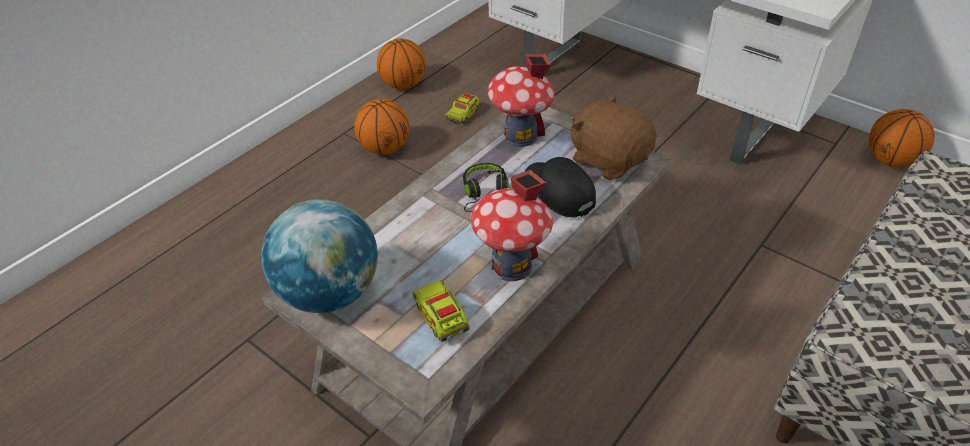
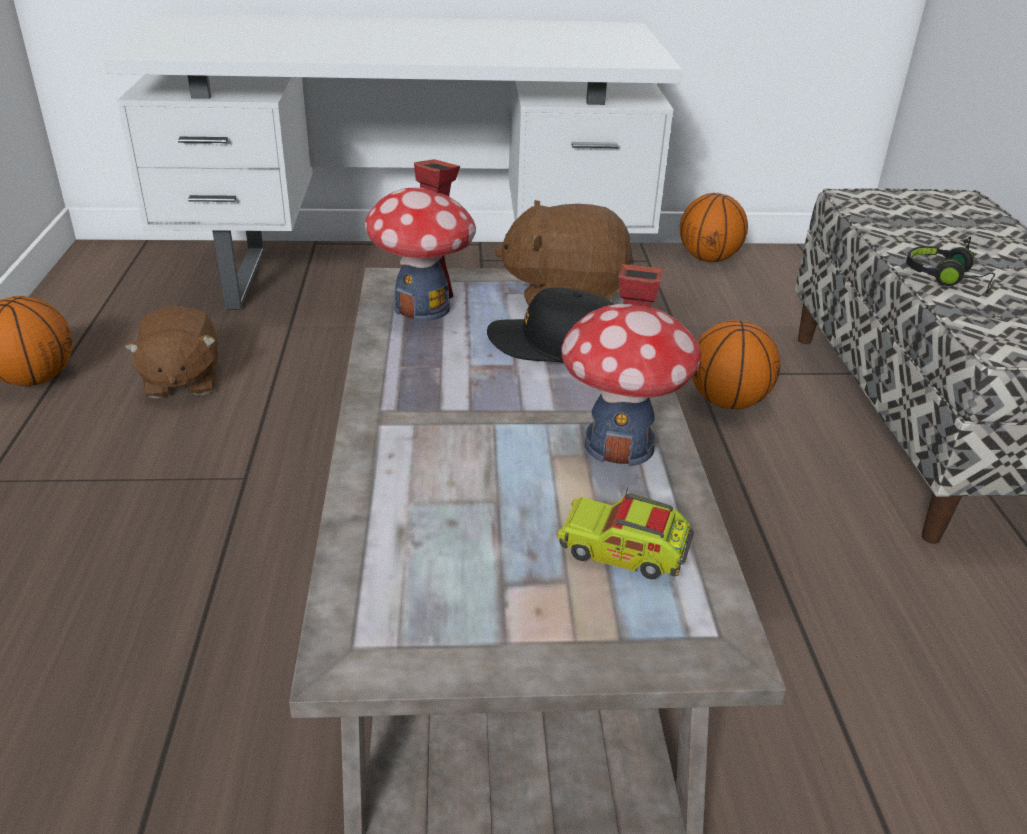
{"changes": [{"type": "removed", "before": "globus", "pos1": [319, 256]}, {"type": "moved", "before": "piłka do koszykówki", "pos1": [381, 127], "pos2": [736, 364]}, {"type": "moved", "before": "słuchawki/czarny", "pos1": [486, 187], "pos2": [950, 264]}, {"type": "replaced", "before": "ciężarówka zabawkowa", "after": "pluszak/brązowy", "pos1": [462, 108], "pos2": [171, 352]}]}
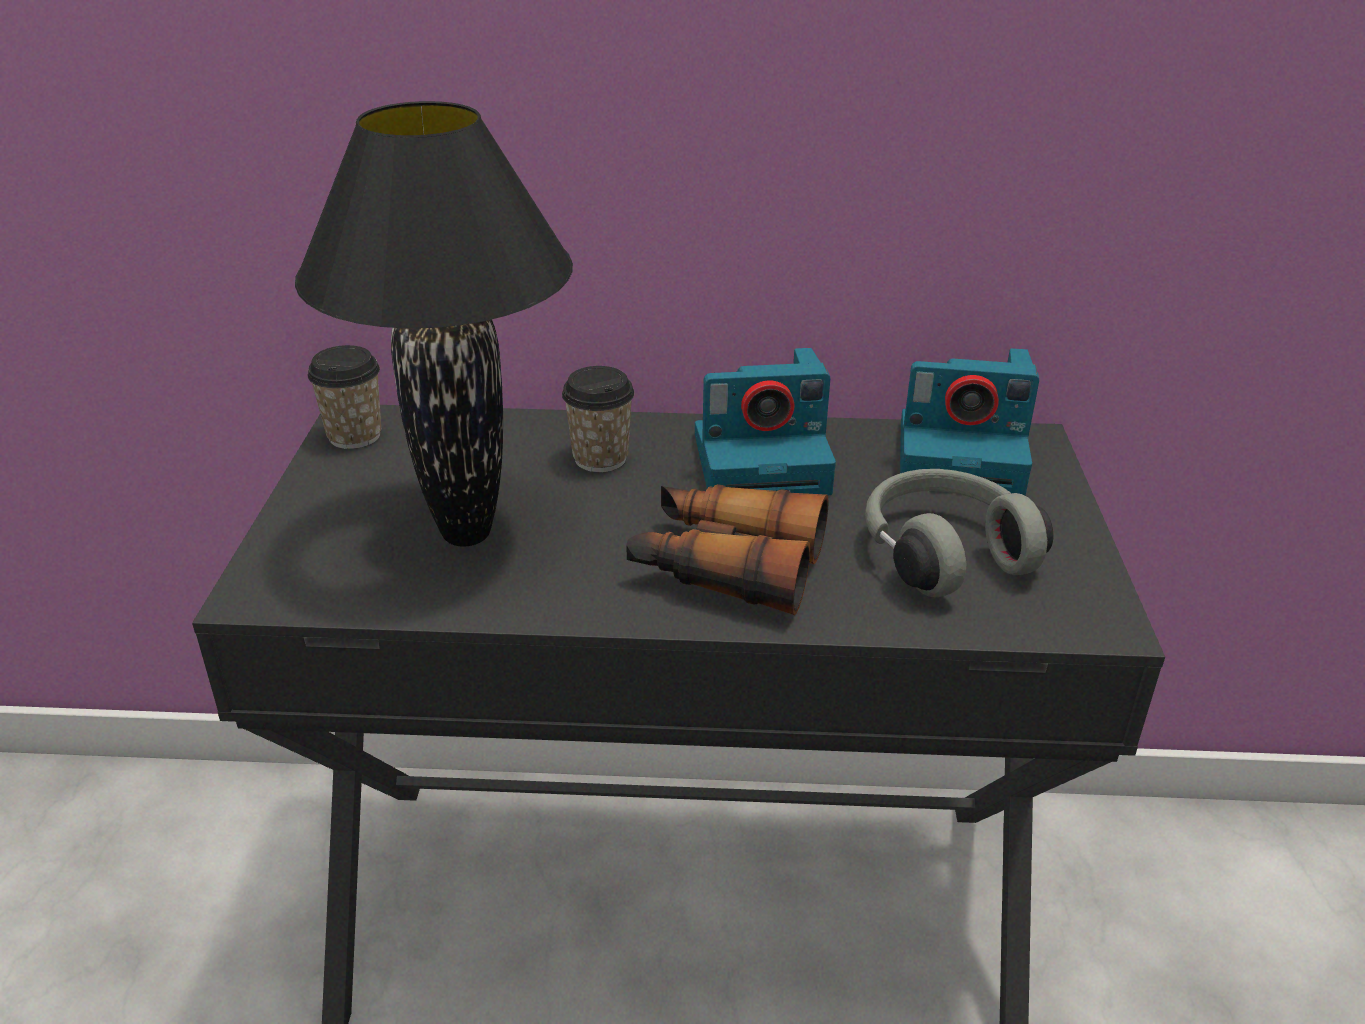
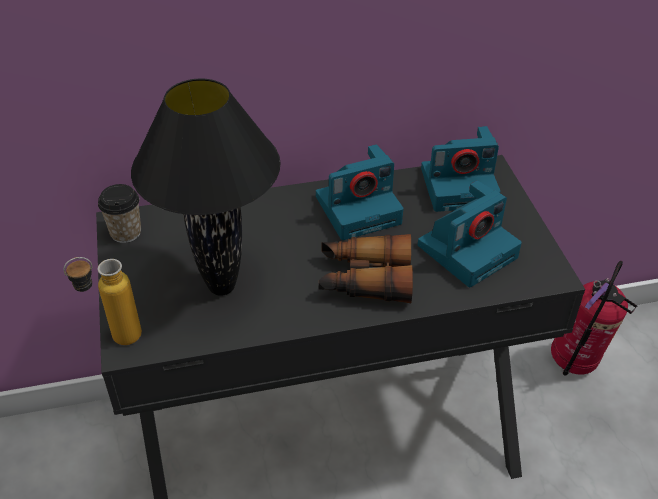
{"changes": [{"type": "removed", "before": "filiżanka", "pos1": [598, 419]}, {"type": "added", "after": "butelka", "pos2": [102, 301]}, {"type": "added", "after": "gaśnica", "pos2": [594, 318]}, {"type": "replaced", "before": "słuchawki/szary", "after": "aparat fotograficzny", "pos1": [959, 533], "pos2": [470, 234]}]}
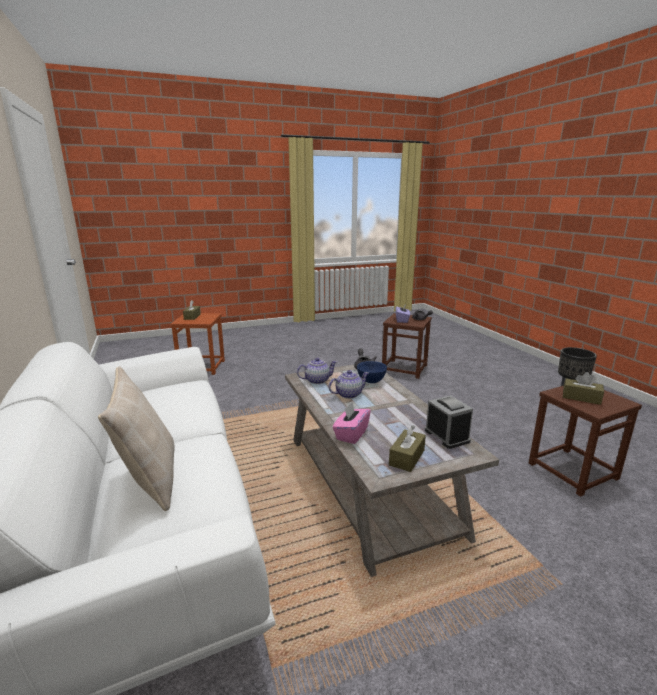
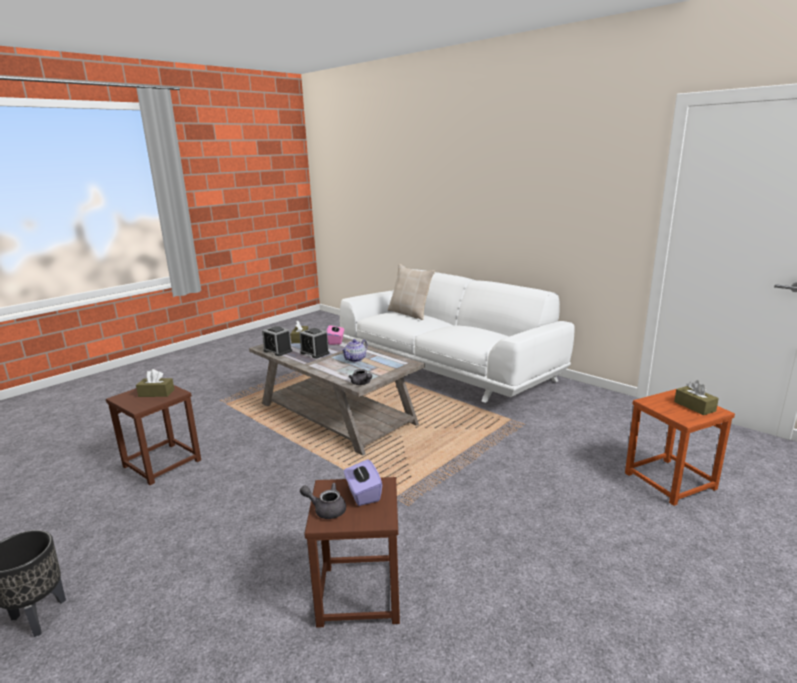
{"changes": [{"type": "removed", "before": "imbryk", "pos1": [317, 371]}, {"type": "removed", "before": "miska/niebieski", "pos1": [372, 372]}, {"type": "added", "after": "budzik", "pos2": [314, 343]}]}
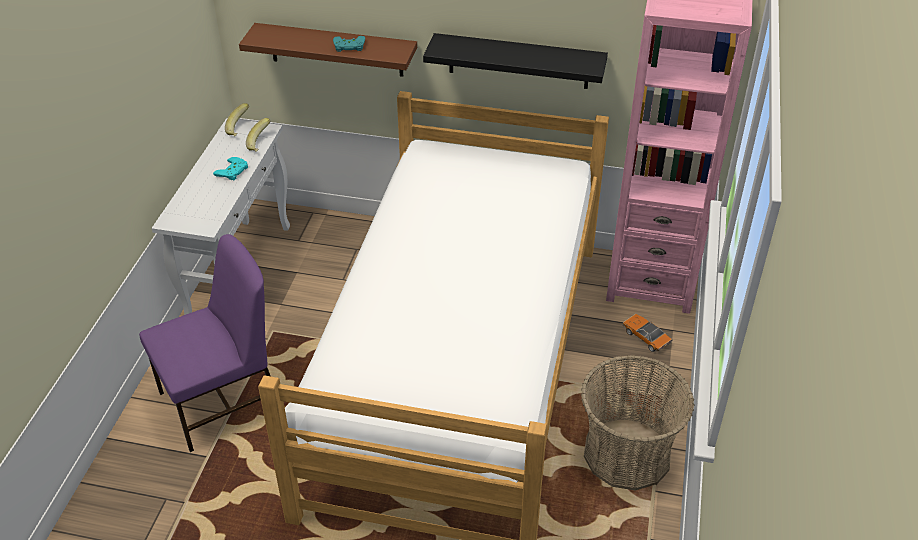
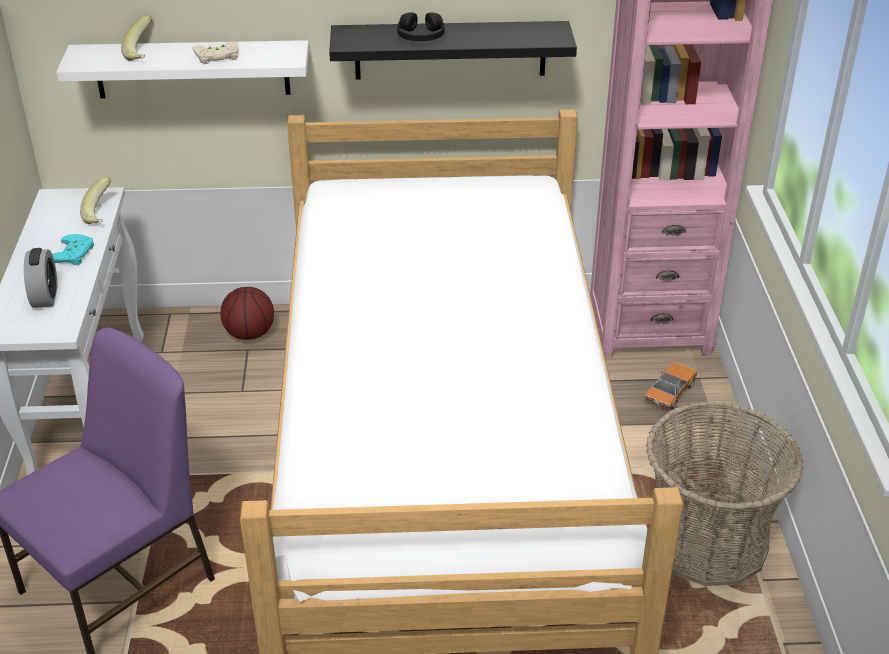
{"changes": [{"type": "added", "after": "budzik", "pos2": [41, 278]}, {"type": "added", "after": "piłka do koszykówki", "pos2": [247, 313]}, {"type": "added", "after": "słuchawki/czarny", "pos2": [420, 26]}, {"type": "moved", "before": "banan", "pos1": [237, 119], "pos2": [137, 38]}, {"type": "recoloured", "before": "półka/brązowy", "after": "półka/biały", "pos1": [328, 50], "pos2": [182, 69]}, {"type": "recoloured", "before": "pad do gier/turkusowy", "after": "pad do gier/beżowy", "pos1": [349, 44], "pos2": [215, 52]}, {"type": "turned", "before": "samochodzik", "pos1": [647, 333], "pos2": [670, 386], "turn": 90}]}
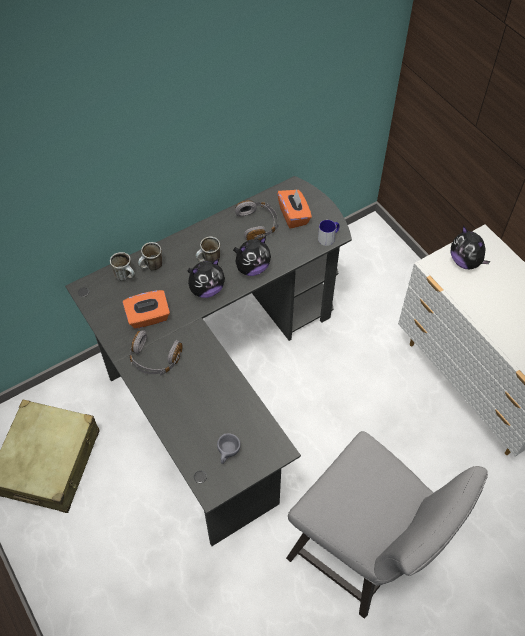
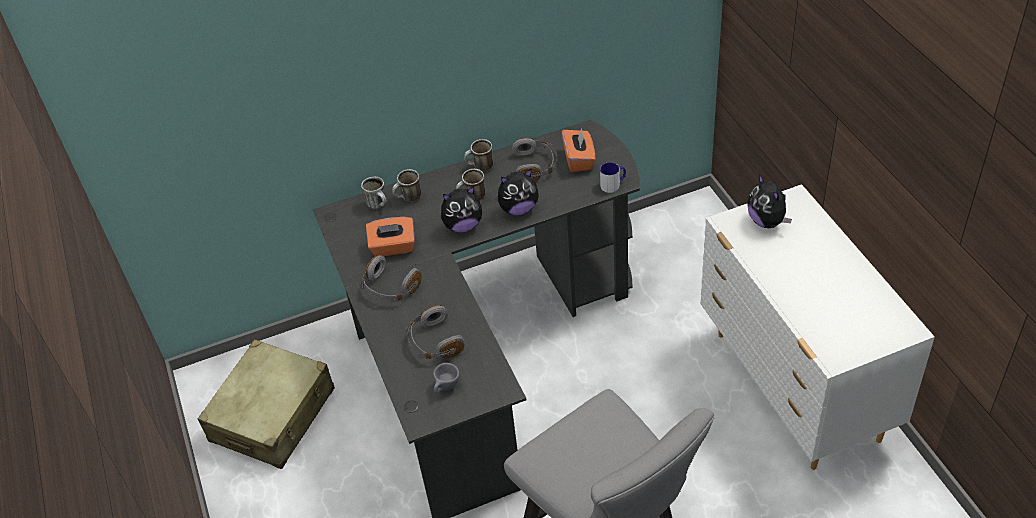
{"changes": [{"type": "added", "after": "słuchawki/szary", "pos2": [435, 332]}, {"type": "added", "after": "kubek", "pos2": [478, 155]}]}
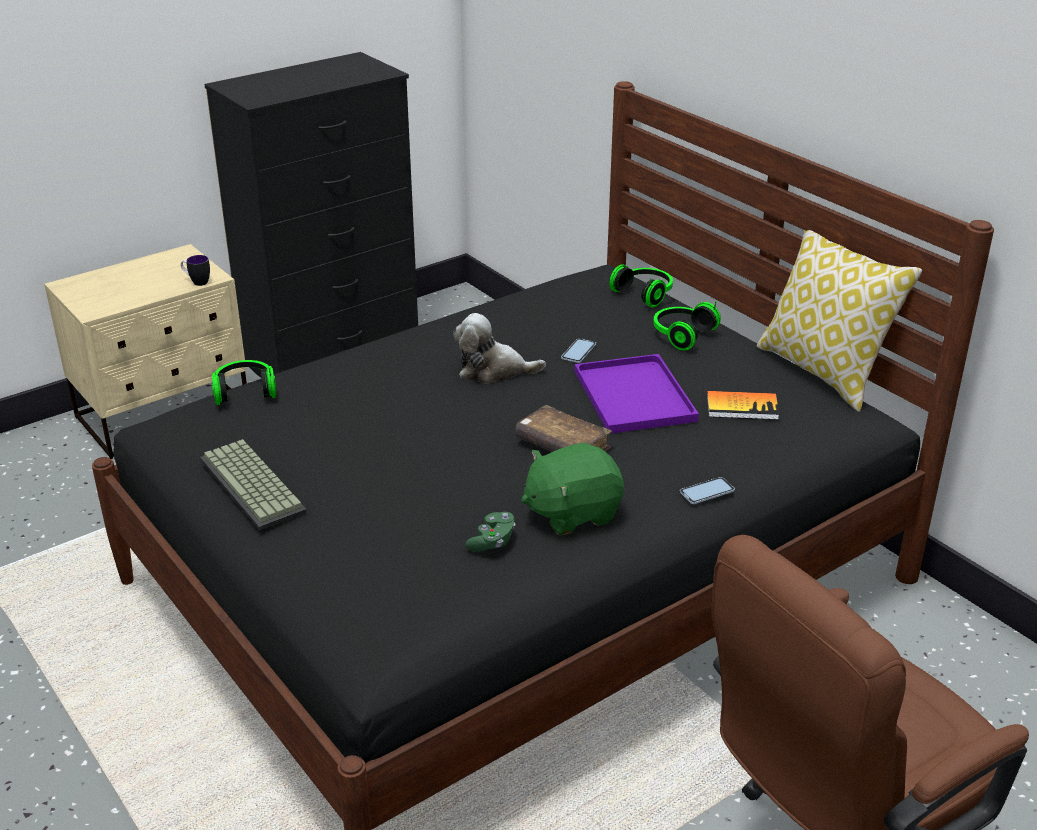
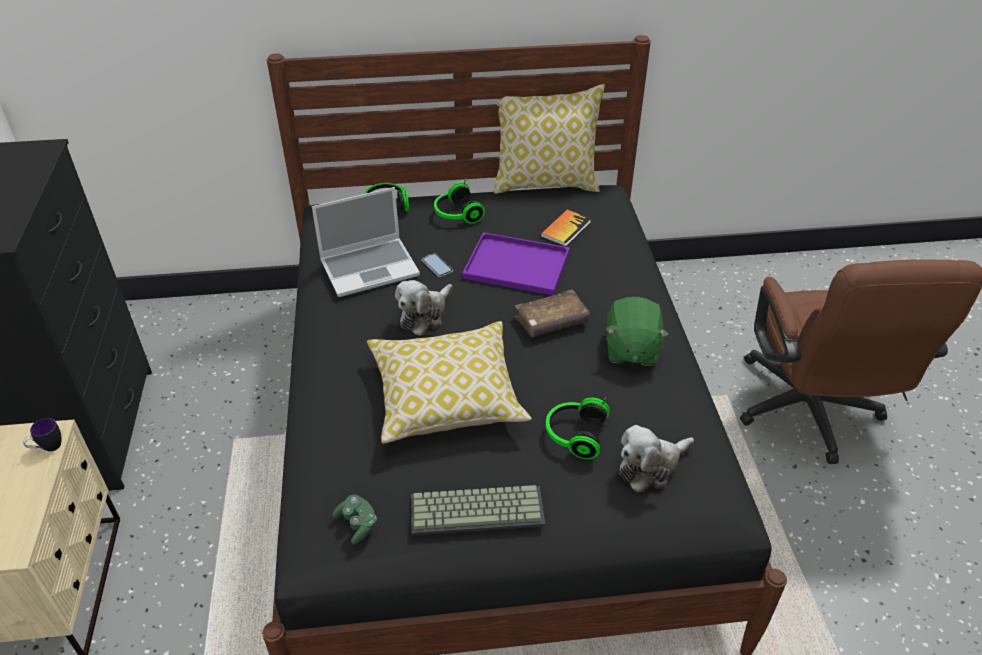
{"changes": [{"type": "removed", "before": "telefon", "pos1": [707, 490]}, {"type": "added", "after": "laptop", "pos2": [366, 242]}, {"type": "added", "after": "poduszka", "pos2": [449, 382]}, {"type": "added", "after": "pluszak", "pos2": [656, 458]}, {"type": "moved", "before": "słuchawki", "pos1": [244, 382], "pos2": [578, 428]}, {"type": "moved", "before": "pad do gier/zielony", "pos1": [490, 532], "pos2": [354, 519]}]}
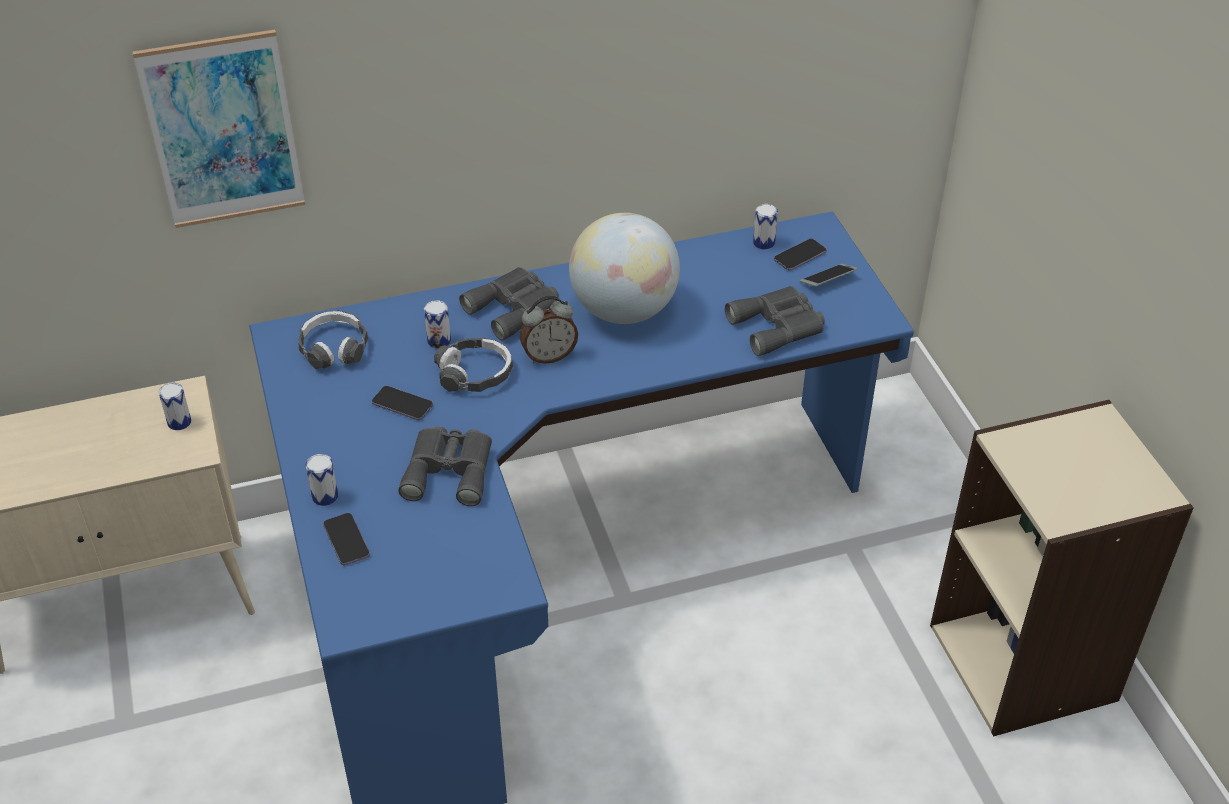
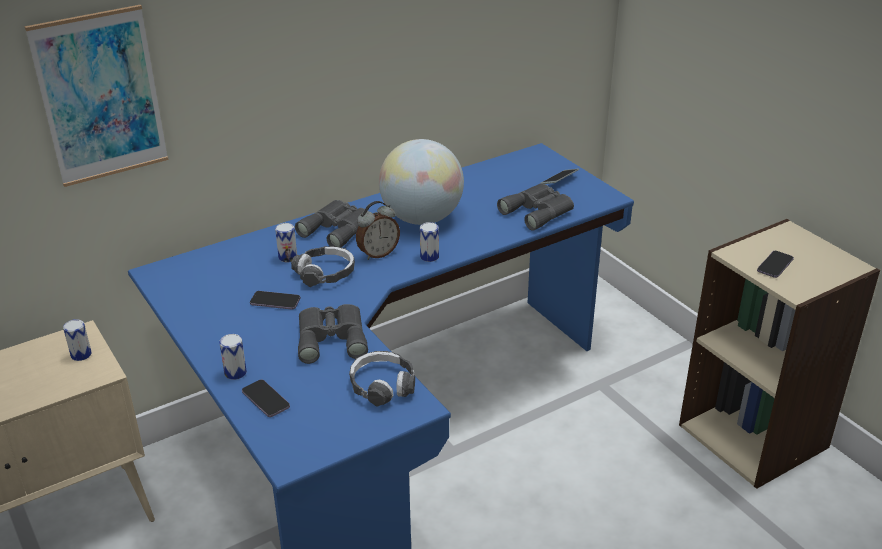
{"changes": [{"type": "moved", "before": "słuchawki", "pos1": [333, 340], "pos2": [382, 379]}, {"type": "moved", "before": "puszka", "pos1": [765, 227], "pos2": [429, 242]}, {"type": "moved", "before": "telefon", "pos1": [800, 254], "pos2": [775, 264]}]}
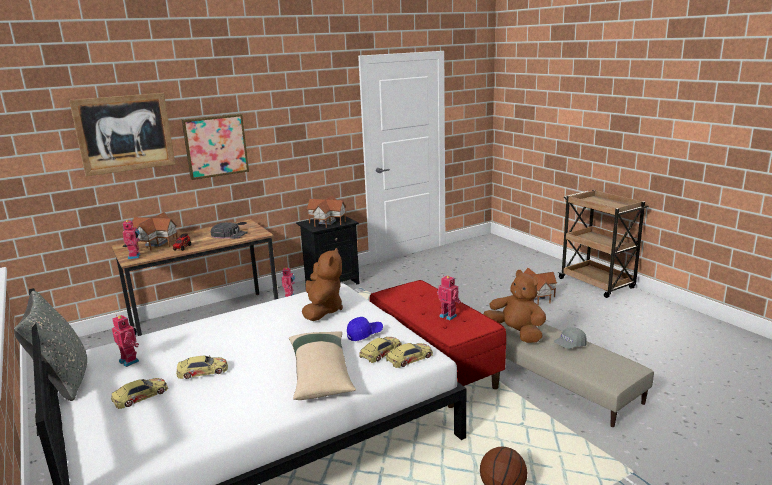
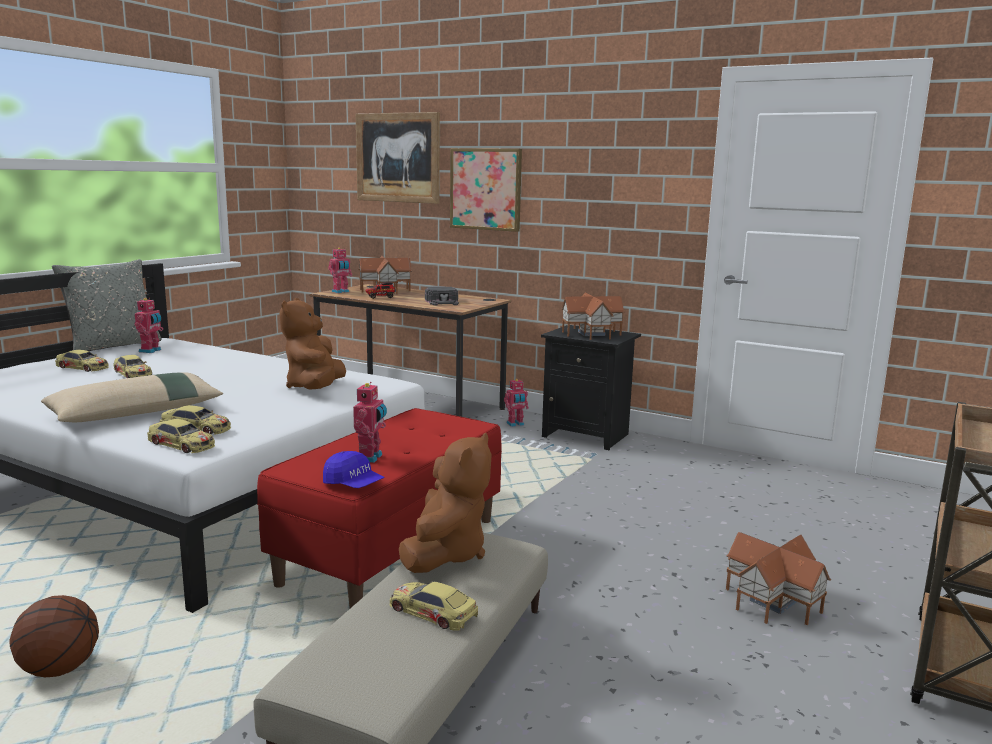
{"changes": [{"type": "moved", "before": "czapka z daszkiem/niebieski", "pos1": [365, 329], "pos2": [354, 469]}, {"type": "replaced", "before": "czapka z daszkiem/szary", "after": "samochodzik", "pos1": [570, 338], "pos2": [434, 606]}, {"type": "turned", "before": "pluszak/brązowy", "pos1": [322, 284], "pos2": [312, 344], "turn": 120}]}
